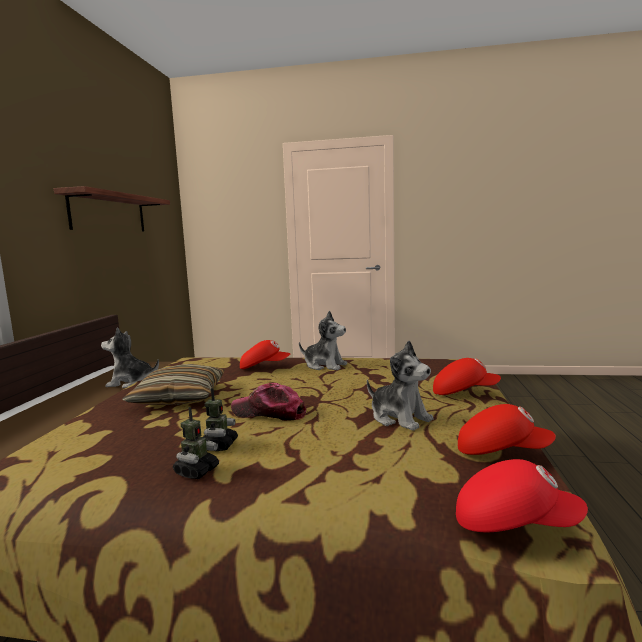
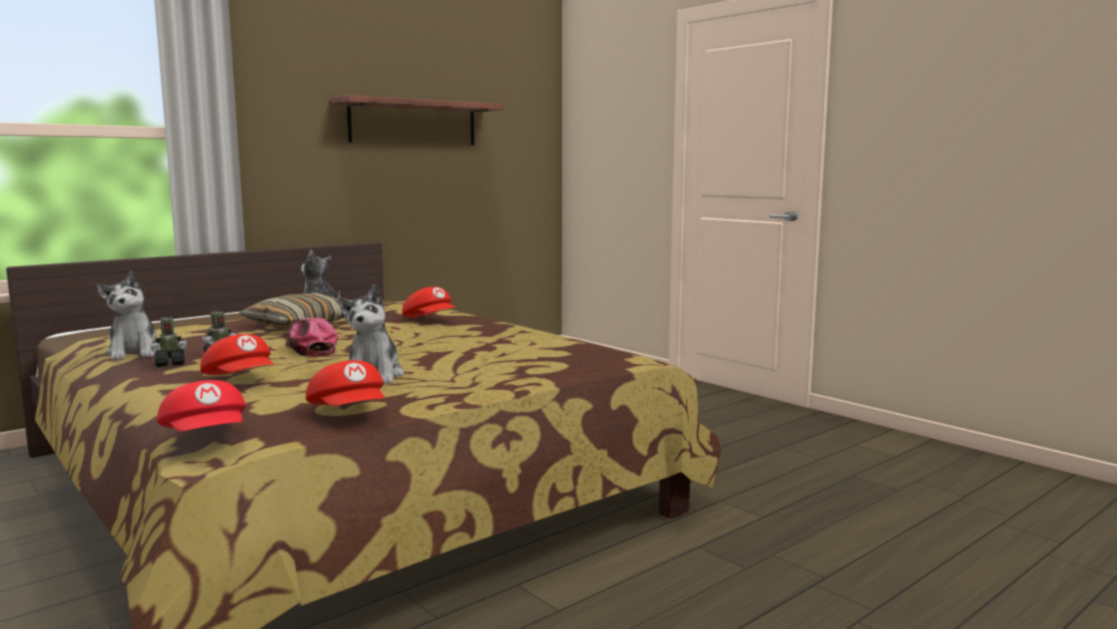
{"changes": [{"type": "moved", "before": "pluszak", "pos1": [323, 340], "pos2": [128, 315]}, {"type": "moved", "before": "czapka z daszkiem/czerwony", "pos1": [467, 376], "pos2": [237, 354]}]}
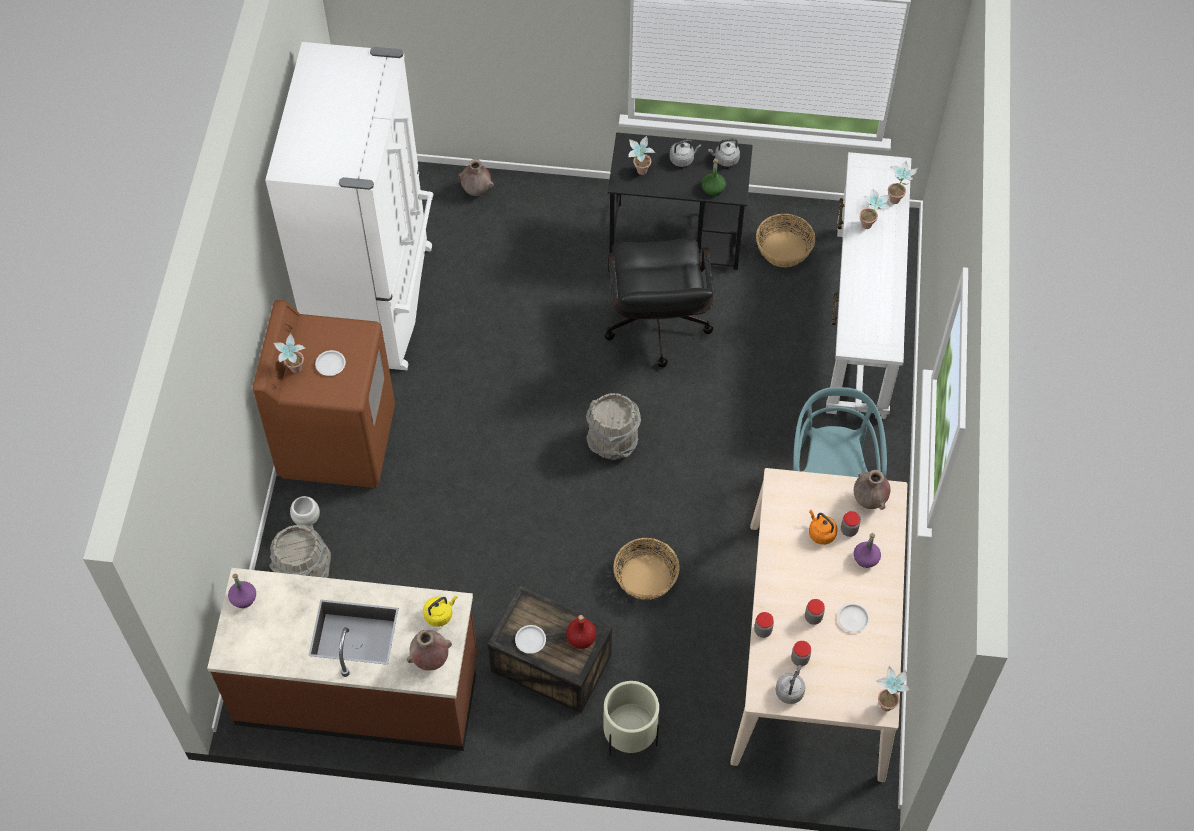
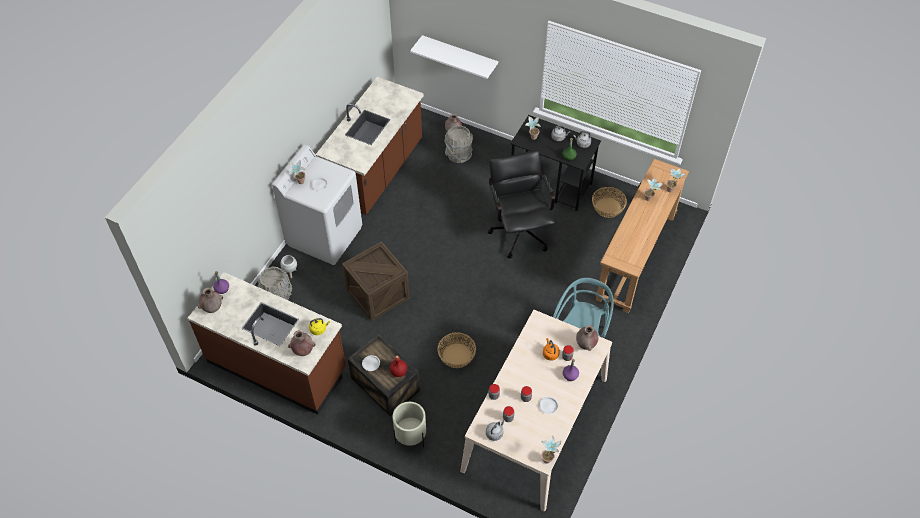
{"changes": [{"type": "added", "after": "wazon/brązowy", "pos2": [210, 300]}, {"type": "added", "after": "skrzynka", "pos2": [376, 281]}, {"type": "added", "after": "półka/biały", "pos2": [454, 57]}, {"type": "moved", "before": "wiadro/szary", "pos1": [613, 426], "pos2": [458, 144]}, {"type": "replaced", "before": "lodówka/biały", "after": "zabudowa kuchenna/brązowy", "pos1": [349, 206], "pos2": [370, 147]}, {"type": "recoloured", "before": "pralka/brązowy", "after": "pralka/biały", "pos1": [324, 394], "pos2": [317, 204]}, {"type": "recoloured", "before": "stolik konsolowy/biały", "after": "stolik konsolowy/brązowy", "pos1": [868, 285], "pos2": [642, 236]}, {"type": "turned", "before": "krzesło biurowe/czarny", "pos1": [659, 303], "pos2": [521, 204], "turn": 150}]}
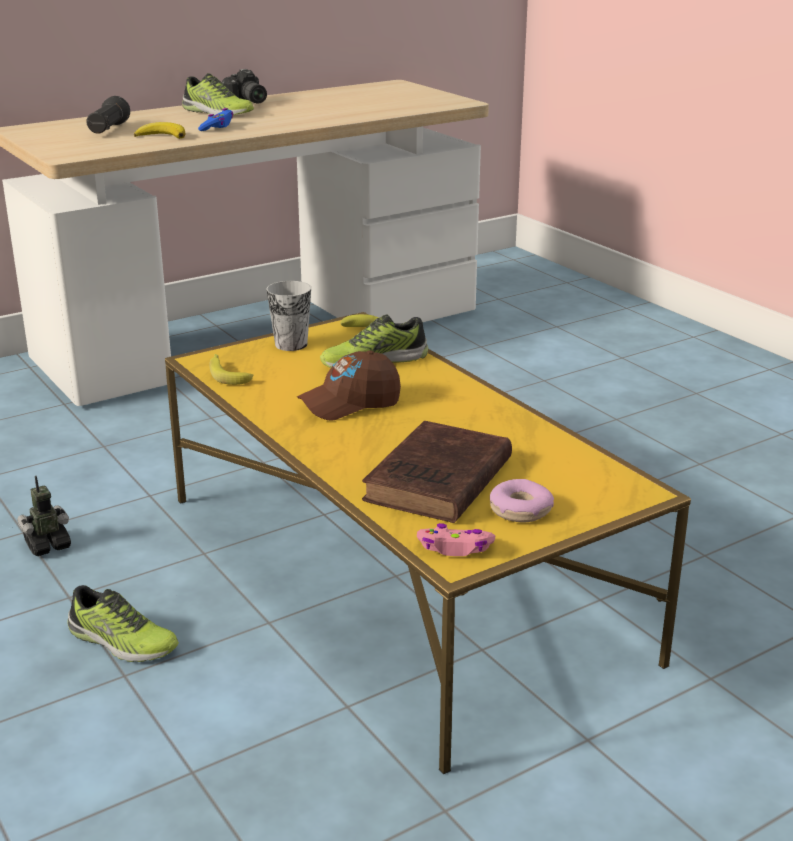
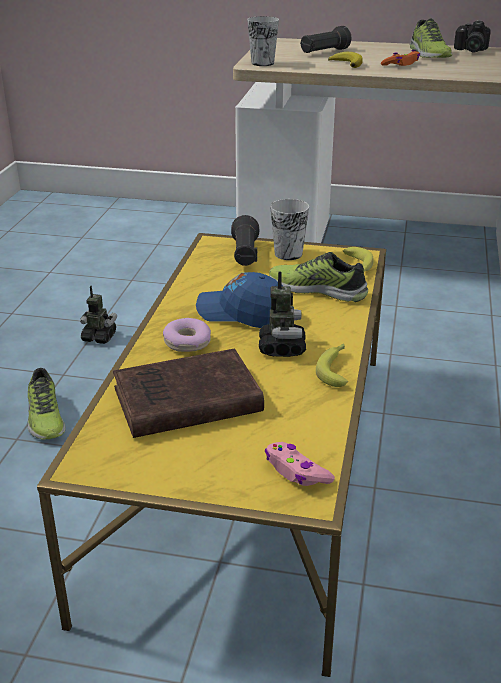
{"changes": [{"type": "added", "after": "latarka/czarny", "pos2": [245, 240]}, {"type": "added", "after": "filiżanka", "pos2": [263, 41]}, {"type": "added", "after": "robot zabawkowy", "pos2": [282, 314]}, {"type": "moved", "before": "banan", "pos1": [231, 369], "pos2": [332, 365]}, {"type": "moved", "before": "pad do gier/różowy", "pos1": [456, 539], "pos2": [300, 464]}, {"type": "moved", "before": "donut", "pos1": [522, 500], "pos2": [187, 335]}, {"type": "recoloured", "before": "pad do gier/niebieski", "after": "pad do gier/pomarańczowy", "pos1": [215, 119], "pos2": [400, 58]}, {"type": "recoloured", "before": "czapka z daszkiem/brązowy", "after": "czapka z daszkiem/niebieski", "pos1": [349, 385], "pos2": [239, 300]}]}
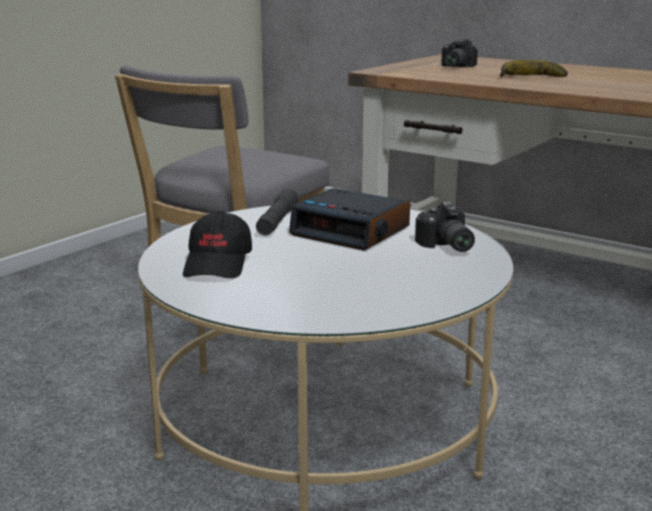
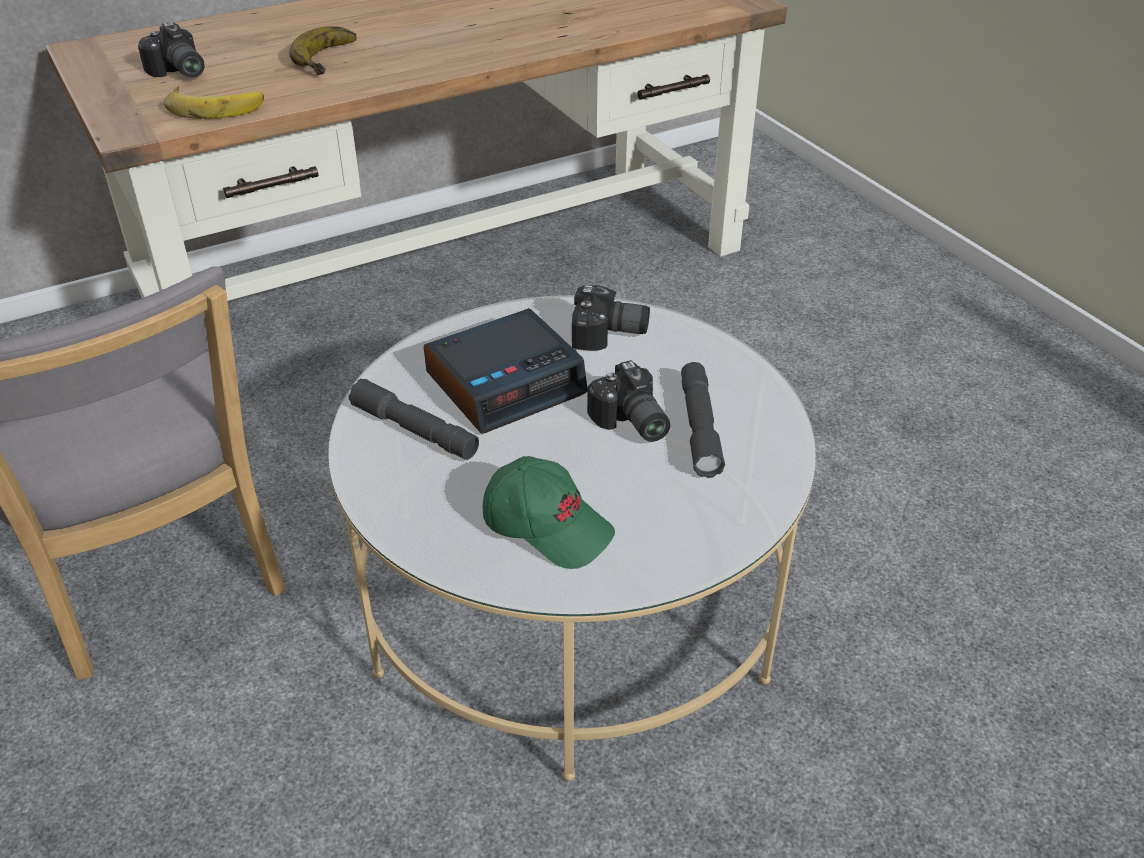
{"changes": [{"type": "added", "after": "banan", "pos2": [214, 102]}, {"type": "added", "after": "aparat fotograficzny", "pos2": [628, 401]}, {"type": "added", "after": "latarka/szary", "pos2": [703, 420]}, {"type": "recoloured", "before": "czapka z daszkiem/czarny", "after": "czapka z daszkiem/zielony", "pos1": [217, 244], "pos2": [549, 512]}]}
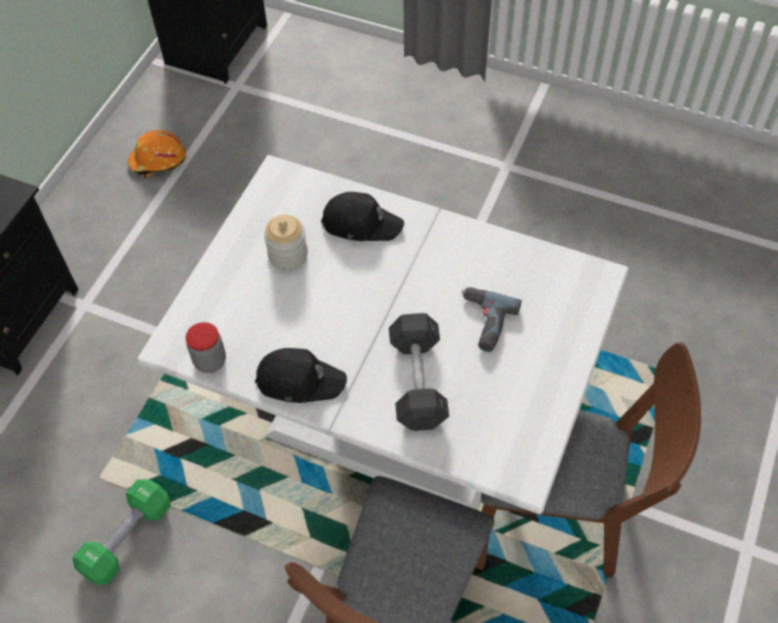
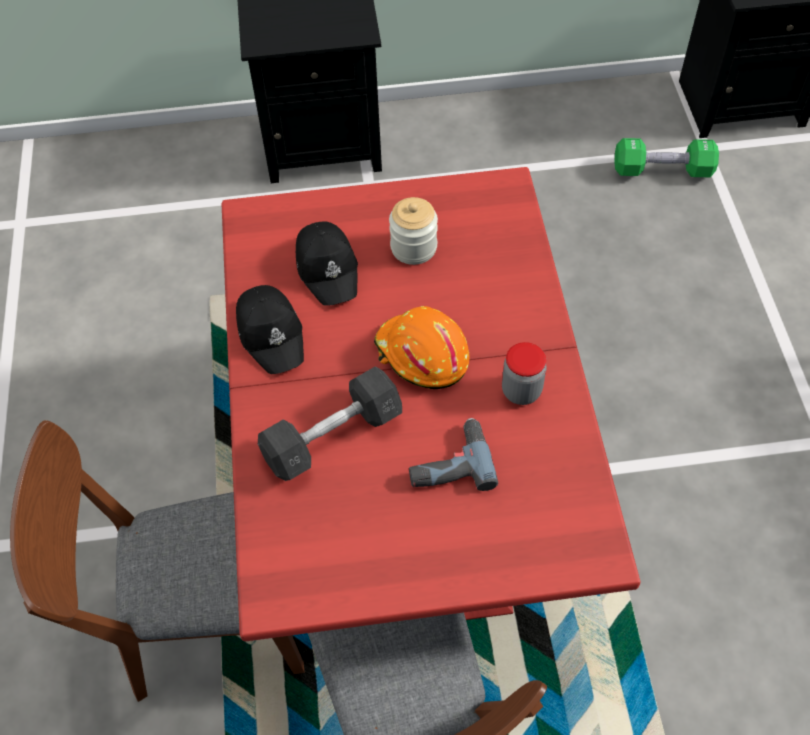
{"changes": [{"type": "moved", "before": "hantel/zielony", "pos1": [121, 532], "pos2": [666, 157]}, {"type": "moved", "before": "kask/pomarańczowy", "pos1": [157, 154], "pos2": [422, 347]}, {"type": "moved", "before": "słoik", "pos1": [206, 347], "pos2": [524, 373]}, {"type": "moved", "before": "czapka z daszkiem/czarny", "pos1": [362, 216], "pos2": [327, 263]}, {"type": "recoloured", "before": "stół jadalny/biały", "after": "stół jadalny/czerwony", "pos1": [383, 334], "pos2": [431, 404]}]}
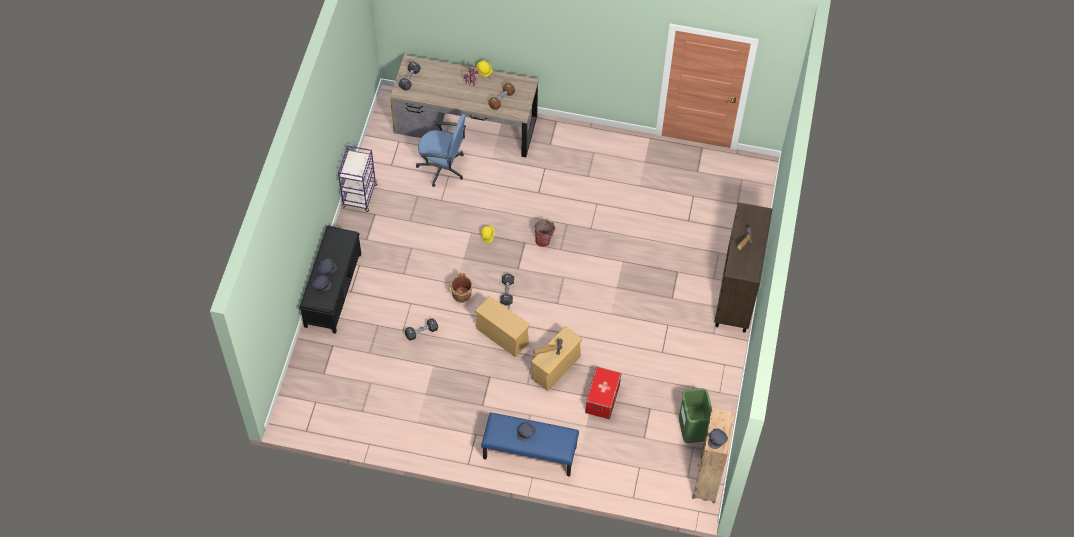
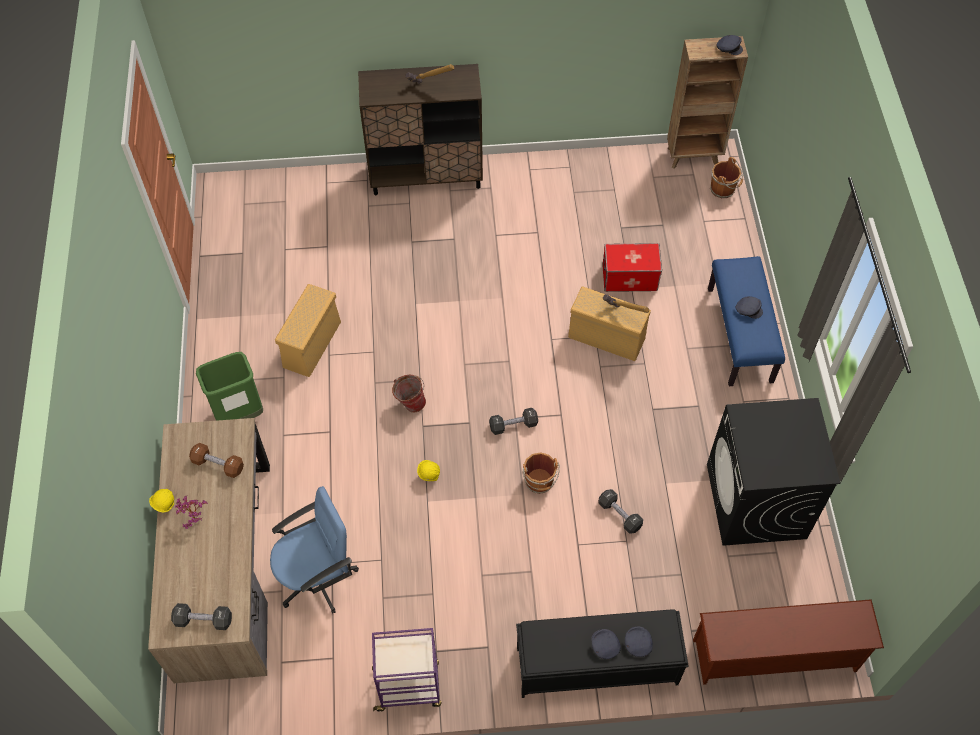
{"changes": [{"type": "added", "after": "regał na buty/brązowy", "pos2": [788, 642]}, {"type": "added", "after": "pralka/czarny", "pos2": [773, 472]}, {"type": "added", "after": "wiadro/brązowy", "pos2": [726, 177]}, {"type": "moved", "before": "pojemnik do przechowywania/beżowy", "pos1": [502, 326], "pos2": [308, 330]}, {"type": "moved", "before": "kosz na śmieci/zielony", "pos1": [695, 415], "pos2": [229, 386]}, {"type": "turned", "before": "krzesło biurowe/niebieski", "pos1": [441, 150], "pos2": [314, 549], "turn": 60}]}
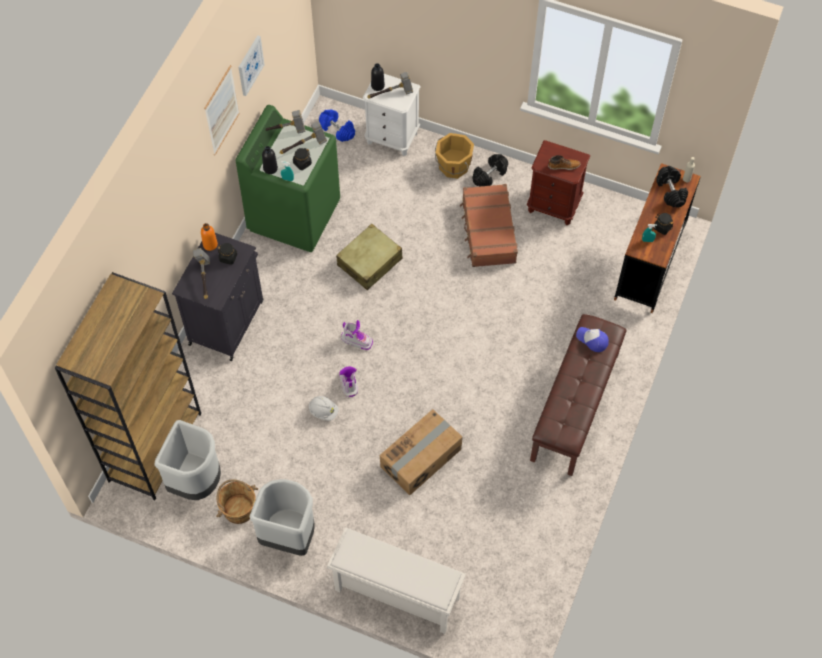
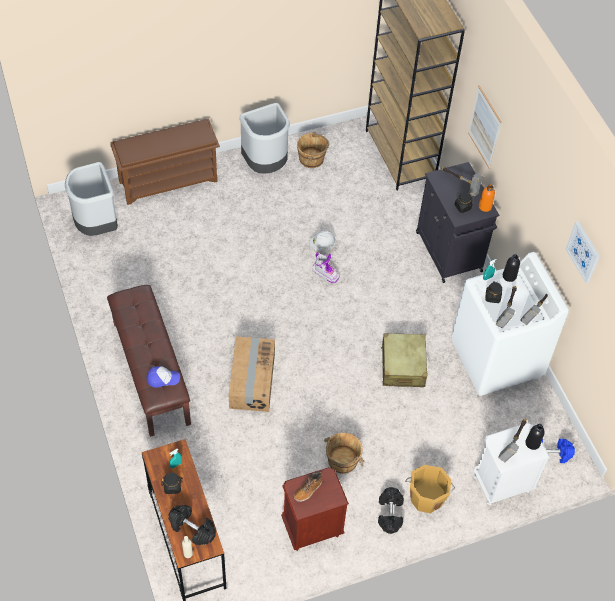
{"changes": [{"type": "removed", "before": "but z cholewką", "pos1": [357, 335]}, {"type": "moved", "before": "kosz na śmieci/szary", "pos1": [188, 460], "pos2": [91, 199]}, {"type": "moved", "before": "obraz", "pos1": [222, 110], "pos2": [485, 127]}, {"type": "moved", "before": "karton", "pos1": [421, 452], "pos2": [252, 374]}, {"type": "replaced", "before": "walizka/brązowy", "after": "wiadro/brązowy", "pos1": [489, 225], "pos2": [344, 453]}, {"type": "recoloured", "before": "pralka/zielony", "after": "pralka/biały", "pos1": [288, 178], "pos2": [510, 324]}, {"type": "recoloured", "before": "regał na buty/biały", "after": "regał na buty/brązowy", "pos1": [396, 580], "pos2": [165, 161]}]}
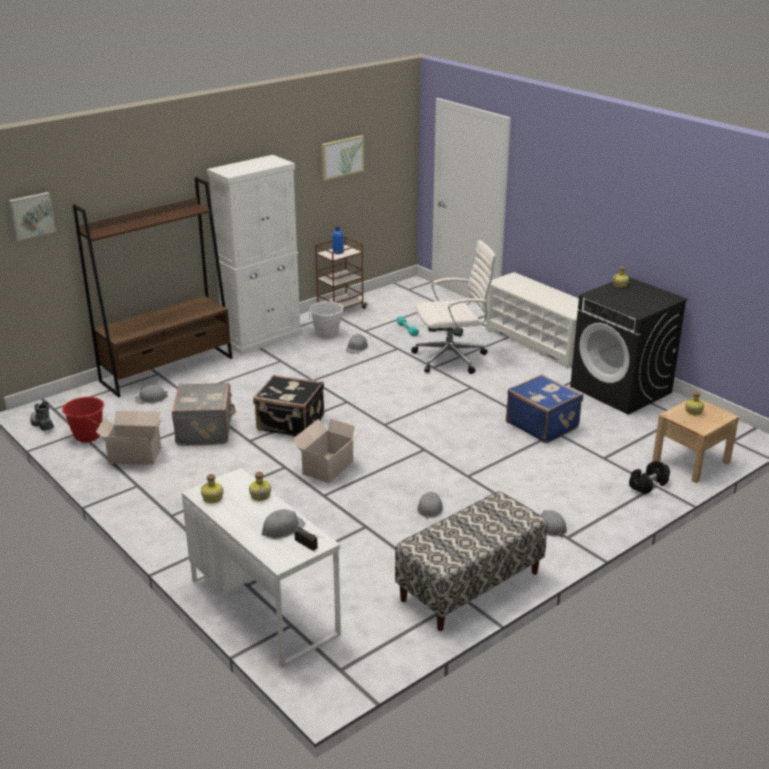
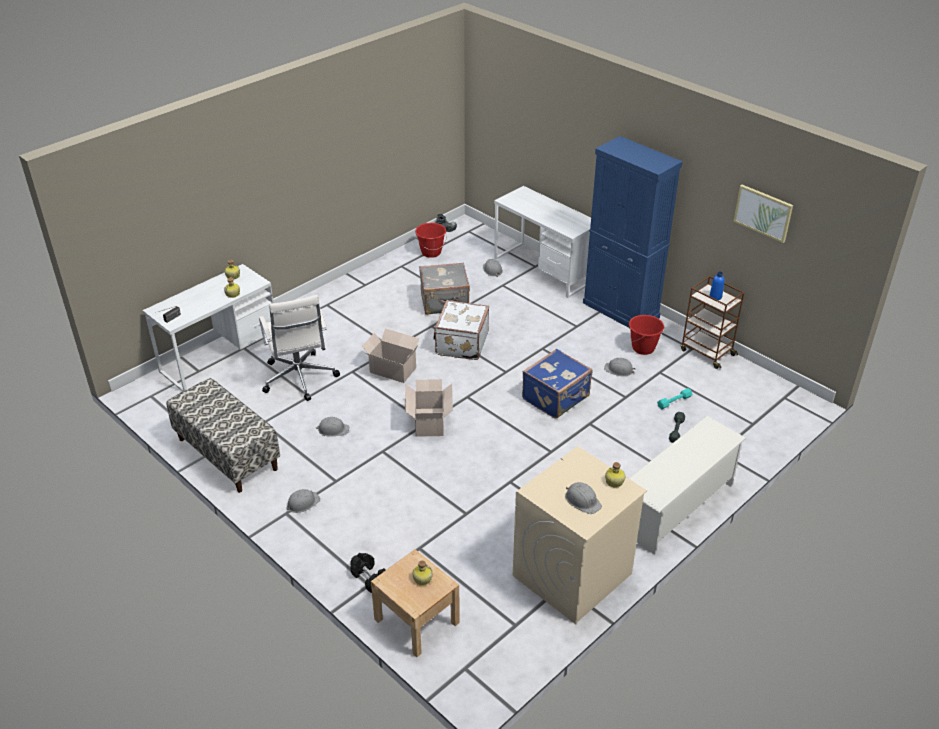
{"changes": [{"type": "removed", "before": "obraz", "pos1": [32, 216]}, {"type": "moved", "before": "karton", "pos1": [129, 438], "pos2": [429, 408]}, {"type": "moved", "before": "kask/szary", "pos1": [283, 524], "pos2": [583, 498]}, {"type": "moved", "before": "krzesło biurowe/biały", "pos1": [453, 307], "pos2": [299, 348]}, {"type": "moved", "before": "walizka/niebieski", "pos1": [544, 408], "pos2": [557, 383]}, {"type": "replaced", "before": "regał/brązowy", "after": "biurko/biały", "pos1": [152, 287], "pos2": [542, 242]}, {"type": "recoloured", "before": "szafka/biały", "after": "szafka/niebieski", "pos1": [254, 255], "pos2": [633, 232]}, {"type": "recoloured", "before": "walizka/czarny", "after": "walizka/biały", "pos1": [288, 405], "pos2": [461, 330]}, {"type": "recoloured", "before": "wiadro/biały", "after": "wiadro/czerwony", "pos1": [326, 320], "pos2": [646, 335]}, {"type": "recoloured", "before": "pralka/czarny", "after": "pralka/beżowy", "pos1": [629, 346], "pos2": [580, 535]}]}
